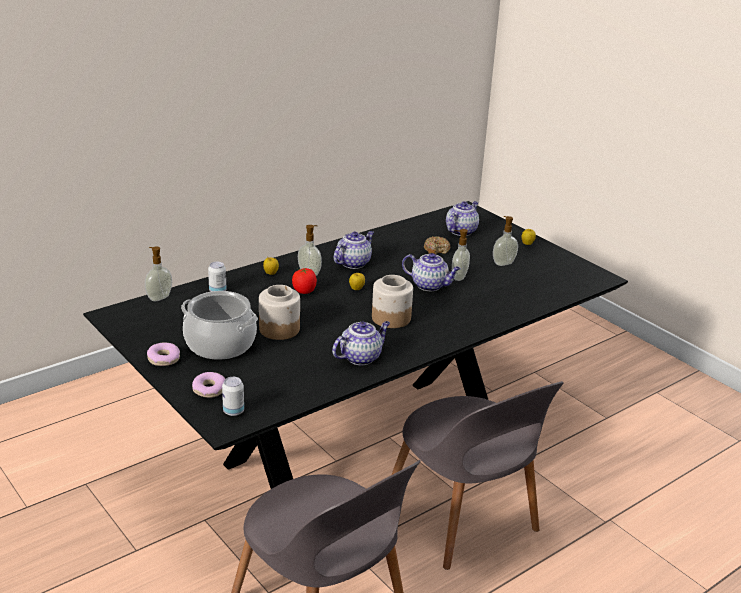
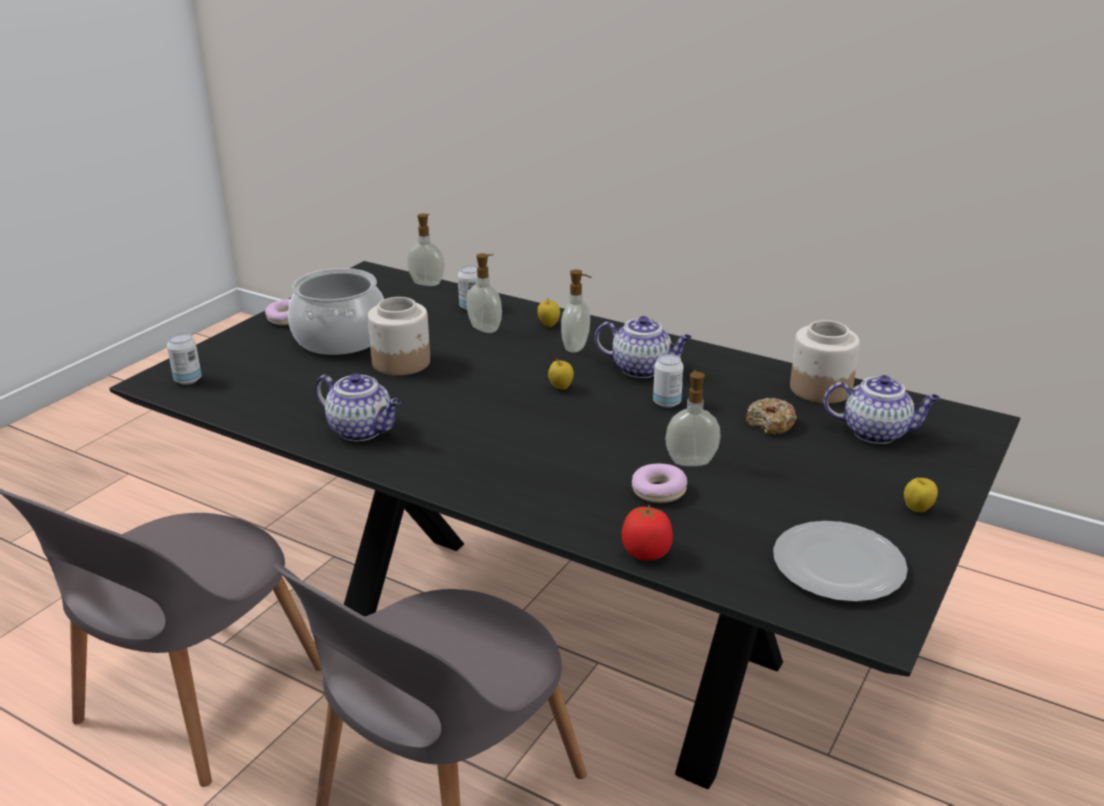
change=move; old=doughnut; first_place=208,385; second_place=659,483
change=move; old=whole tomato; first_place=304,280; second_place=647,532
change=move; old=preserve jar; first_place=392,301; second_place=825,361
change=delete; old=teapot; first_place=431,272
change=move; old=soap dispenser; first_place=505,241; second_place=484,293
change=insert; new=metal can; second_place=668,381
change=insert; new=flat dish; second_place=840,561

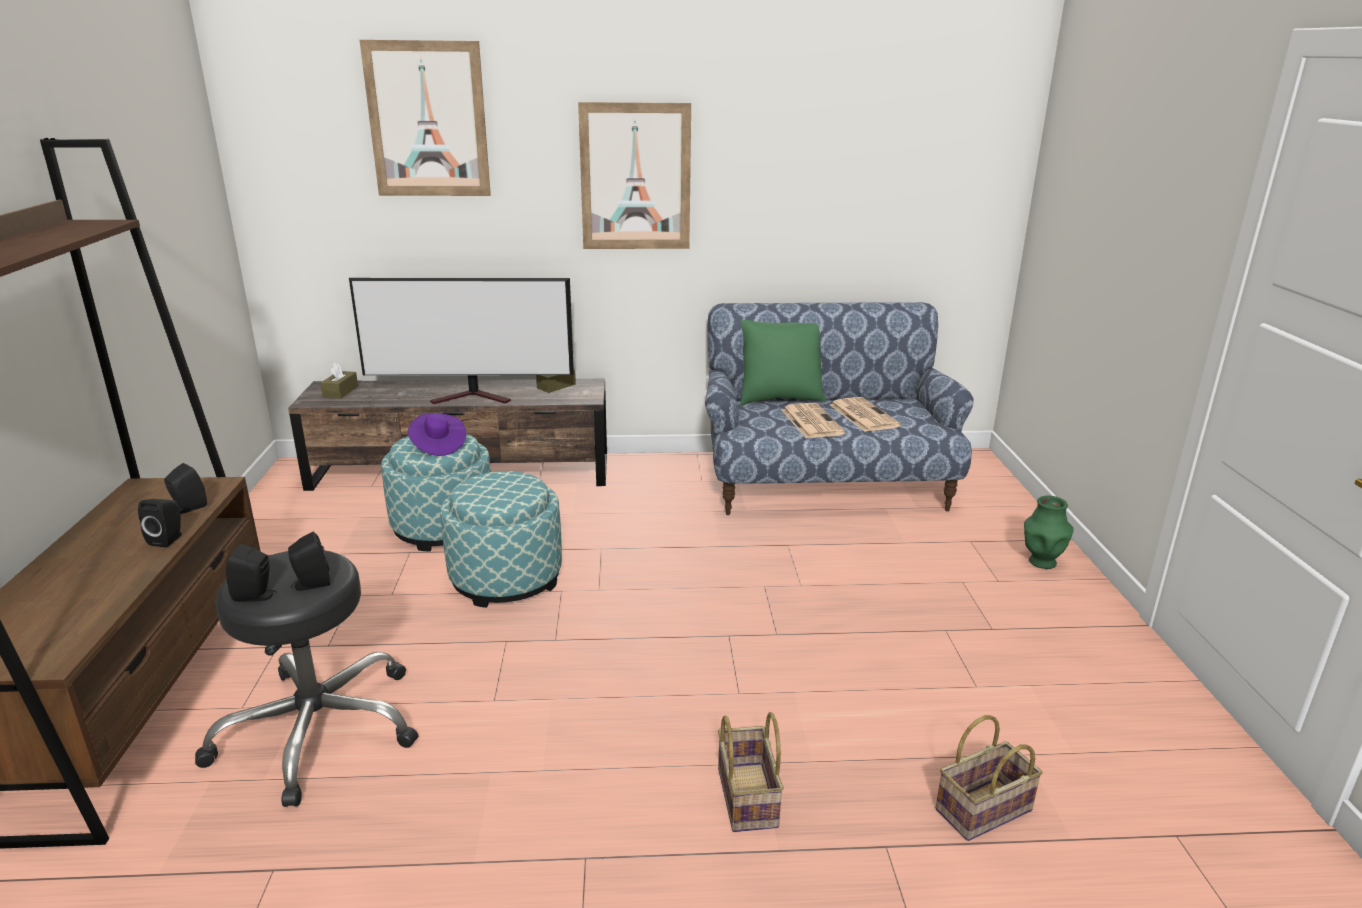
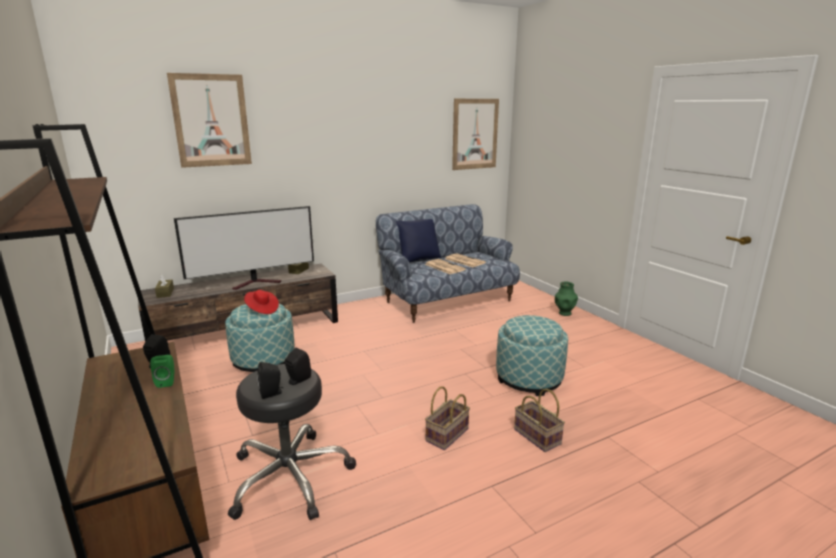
change=recolor; old=black-coloured audio speaker; new=greenish audio speaker; first_place=160,523; second_place=162,371
change=recolor; old=purple hat; new=reddish hat; first_place=437,434; second_place=261,302
change=move; old=footrest; first_place=501,539; second_place=532,355
change=move; old=wall art; first_place=634,175; second_place=475,134
change=recolor; old=greenish cushion; new=blue-coloured cushion; first_place=783,362; second_place=418,241
change=move; old=storage basket; first_place=989,778; second_place=447,418

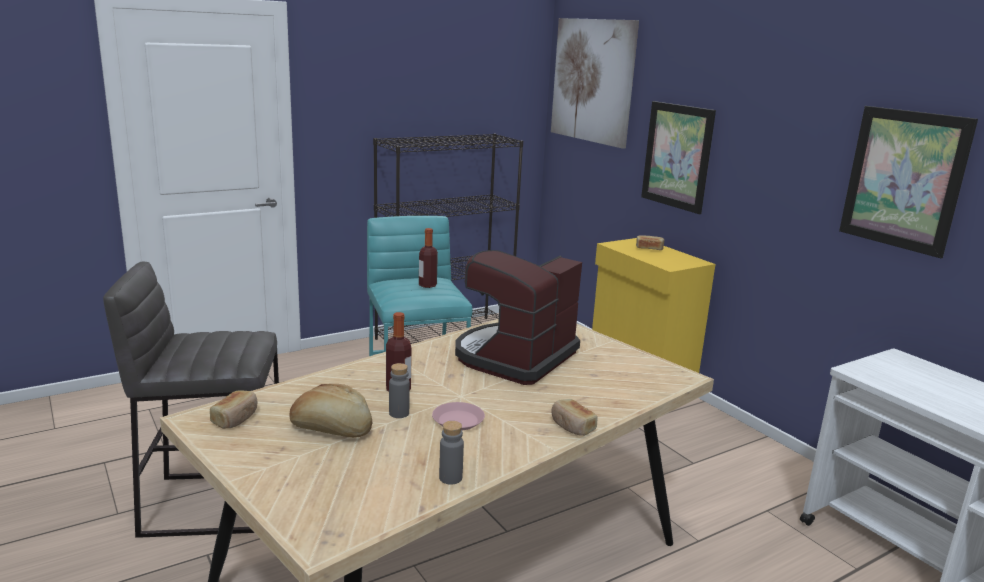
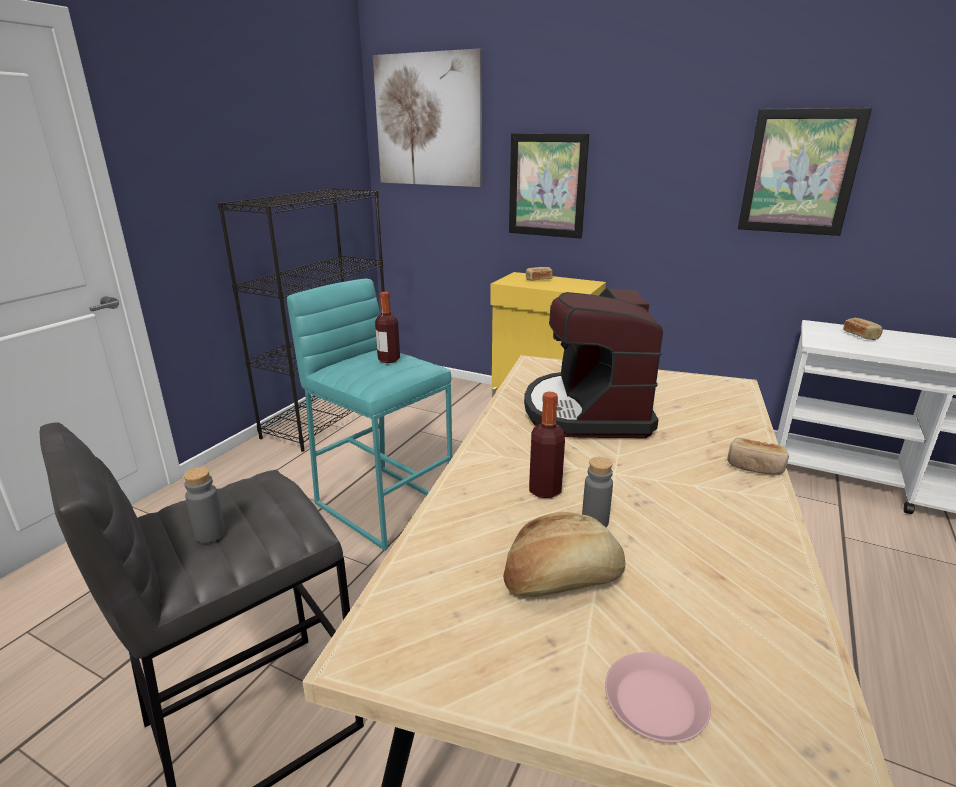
change=move; old=bread; first_place=234,410; second_place=863,329
change=move; old=pink-coloured flat dish; first_place=458,416; second_place=658,697
change=move; old=gray drink bottle; first_place=451,453; second_place=204,505

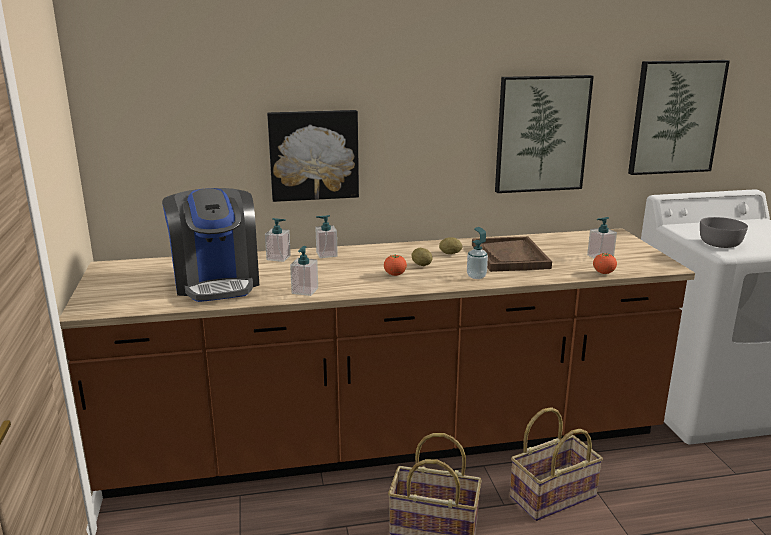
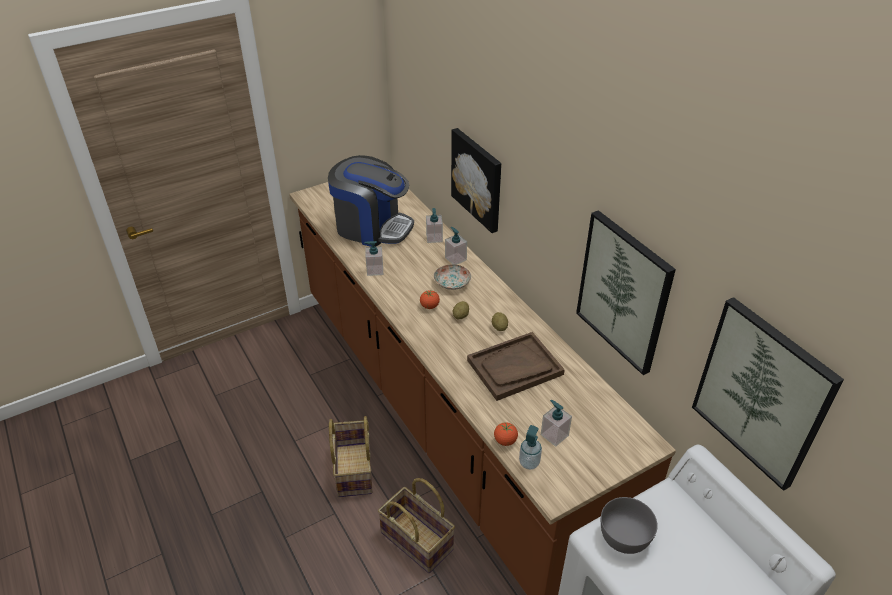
change=rotate; old=coffee maker; first_place=210,245; second_place=371,201; degrees=-120
change=move; old=soap dispenser; first_place=477,253; second_place=530,447
change=insert; new=flat dish; second_place=452,277

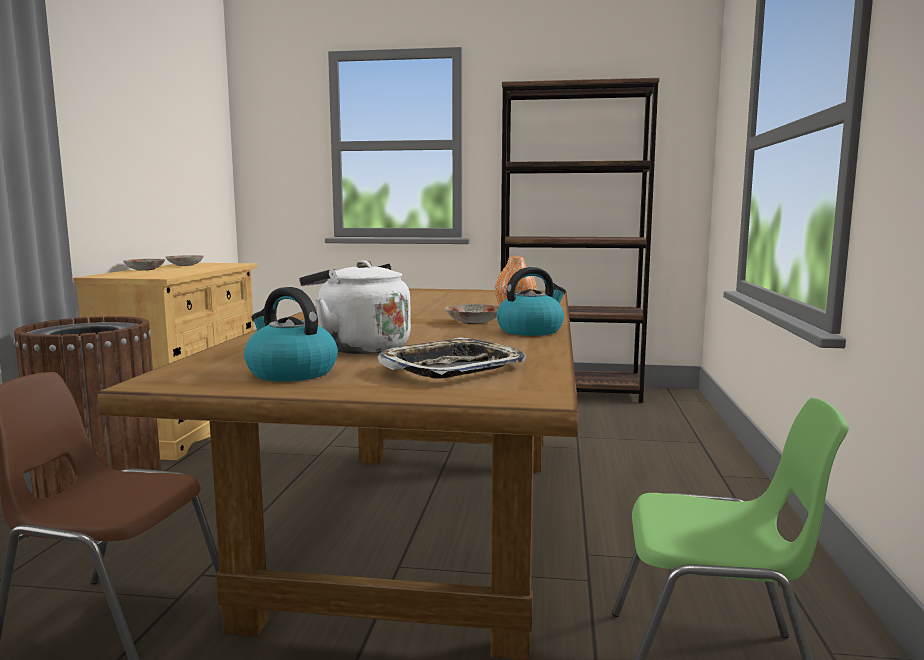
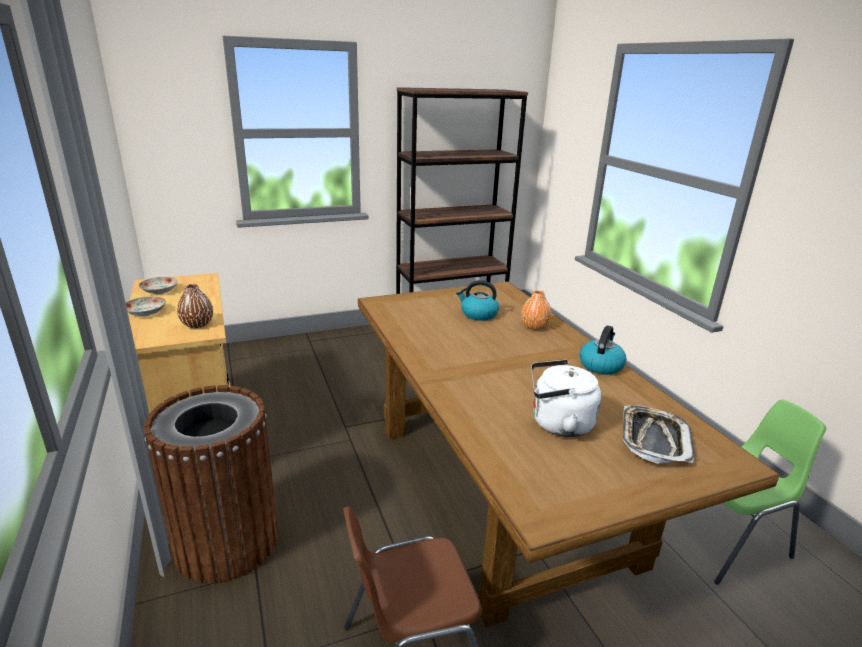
change=move; old=water kettle; first_place=291,334; second_place=477,300
change=delete; old=flat dish; first_place=472,314
change=insert; new=brownish decorative vase; second_place=195,306

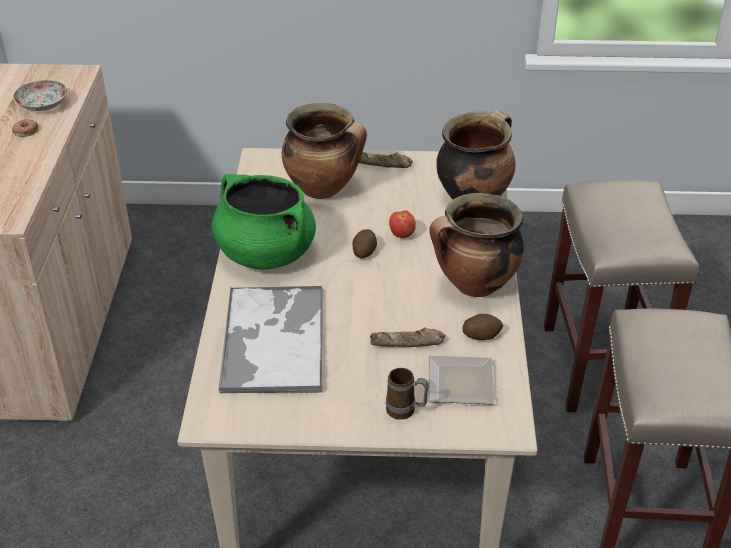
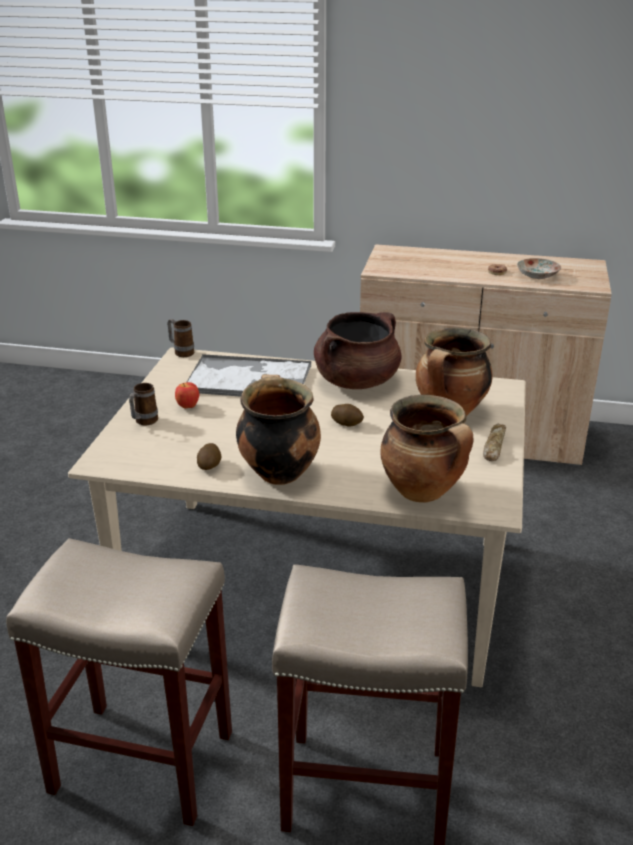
change=recolor; old=greenish saucepot; new=brownish saucepot; first_place=264,222; second_place=357,350
change=delete; old=bread; first_place=408,337
change=move; old=apple; first_place=402,224; second_place=187,395
change=delete; old=flat dish; first_place=461,380
change=insert; new=coffee mug; second_place=180,338

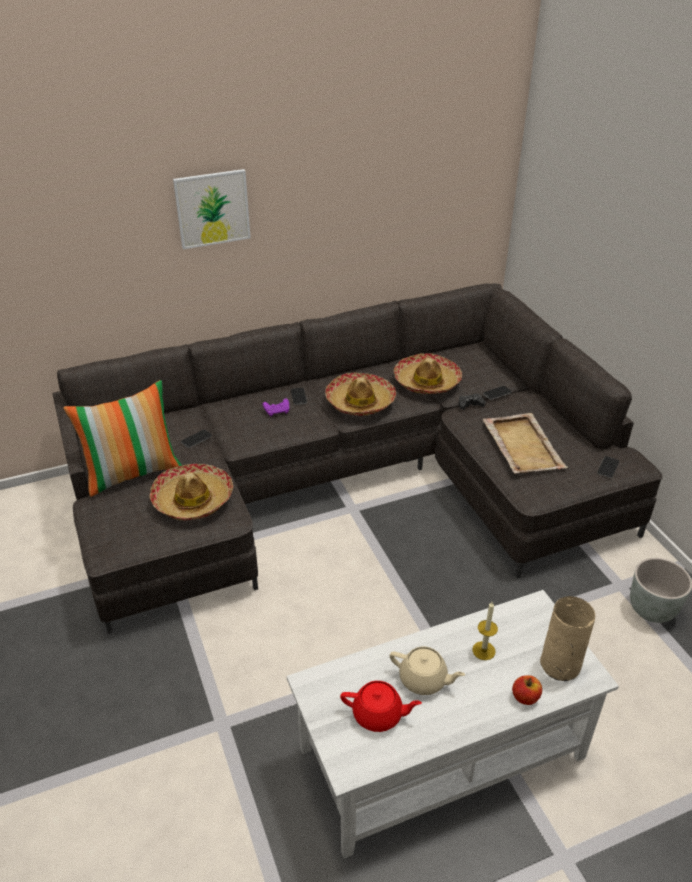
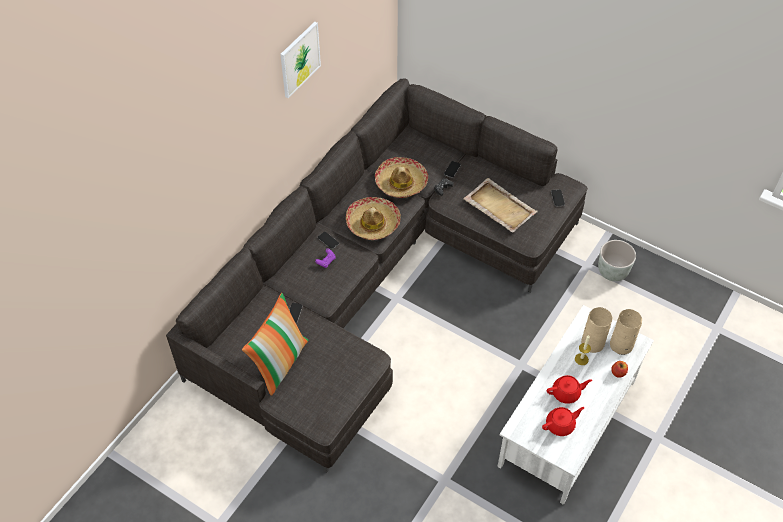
change=delete; old=hat; first_place=191,492
change=move; old=wall art; first_place=212,209; second_place=300,60
change=recolor; old=beige-coloured teapot; new=reddish teapot; first_place=427,671; second_place=569,389
change=insert; new=beige-coloured decorative vase; second_place=597,330

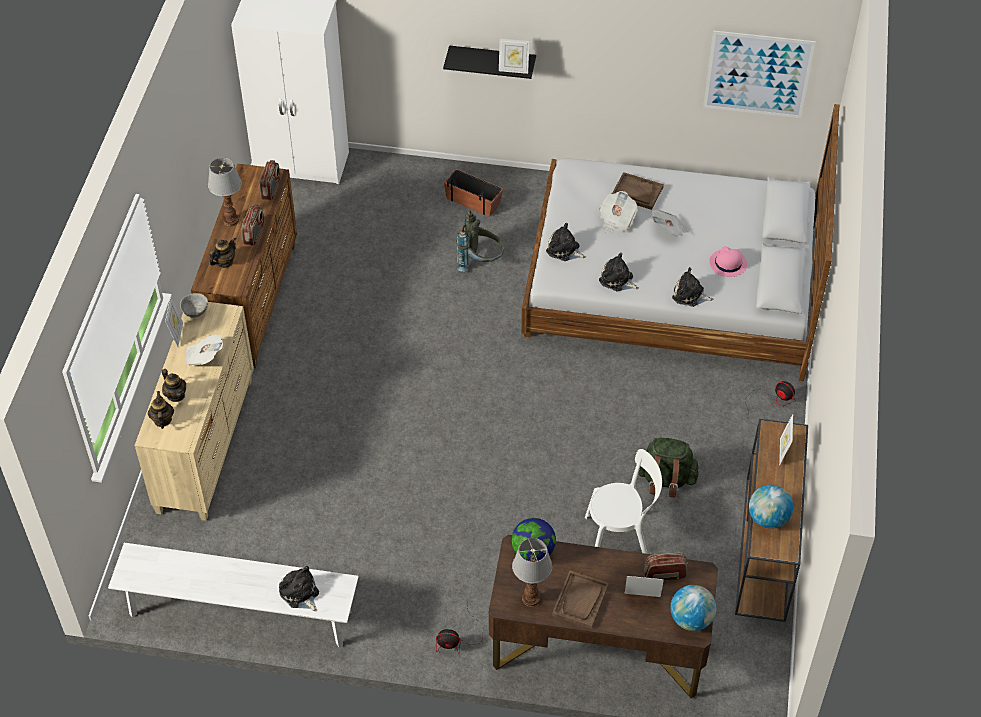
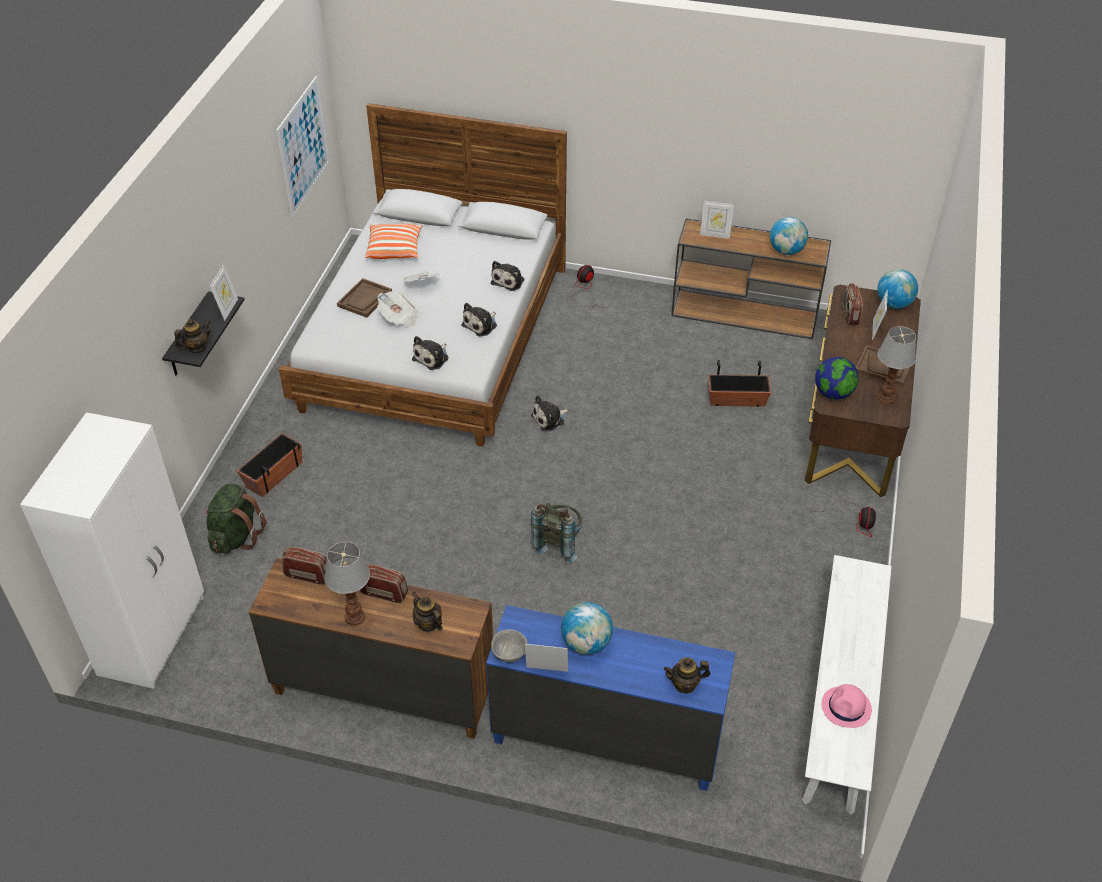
change=recolor; old=beige-coloured chest of drawers; new=blue-coloured chest of drawers; first_place=194,411; second_place=610,698
change=move; old=teapot; first_place=174,385; second_place=192,336
change=replace; old=printed paper; new=globe; first_place=204,350; second_place=587,628
change=move; old=soft toy; first_place=299,588; second_place=550,413
change=move; old=gray backpack; first_place=480,241; second_place=556,533
change=replace; old=white chair; new=plant pot; first_place=623,501; second_place=739,383
change=move; old=greenish backpack; first_place=668,467; second_place=236,519
change=move; old=pink-coloured hat; first_place=728,261; second_place=846,706
change=insert; new=cushion; second_place=393,241

